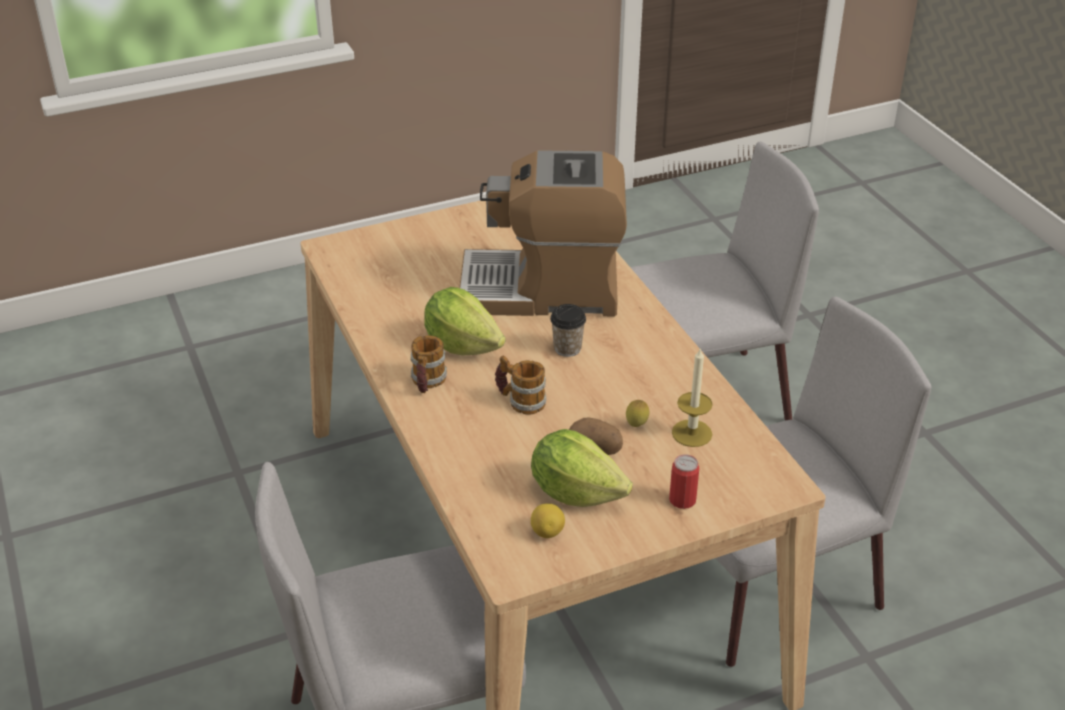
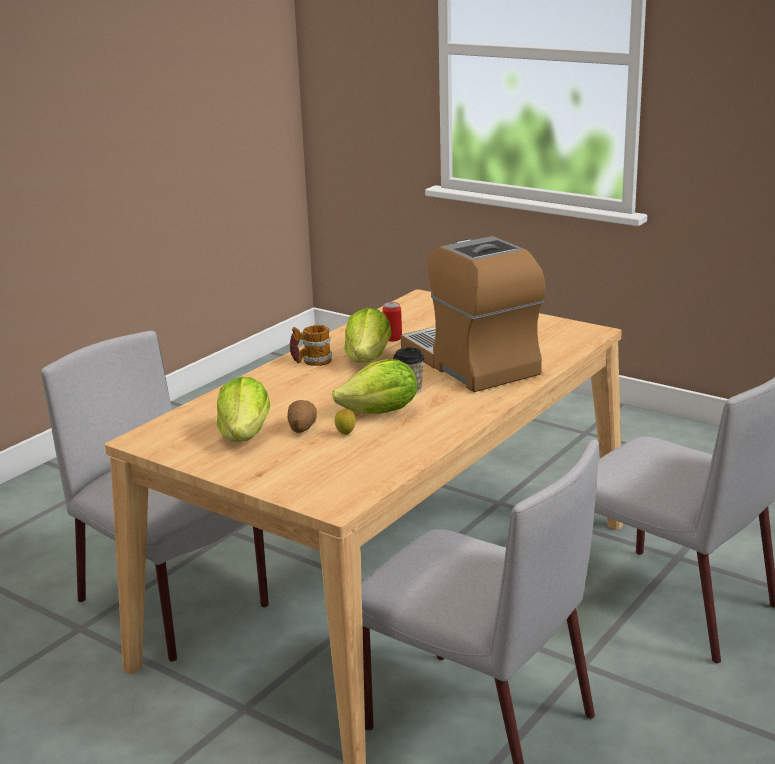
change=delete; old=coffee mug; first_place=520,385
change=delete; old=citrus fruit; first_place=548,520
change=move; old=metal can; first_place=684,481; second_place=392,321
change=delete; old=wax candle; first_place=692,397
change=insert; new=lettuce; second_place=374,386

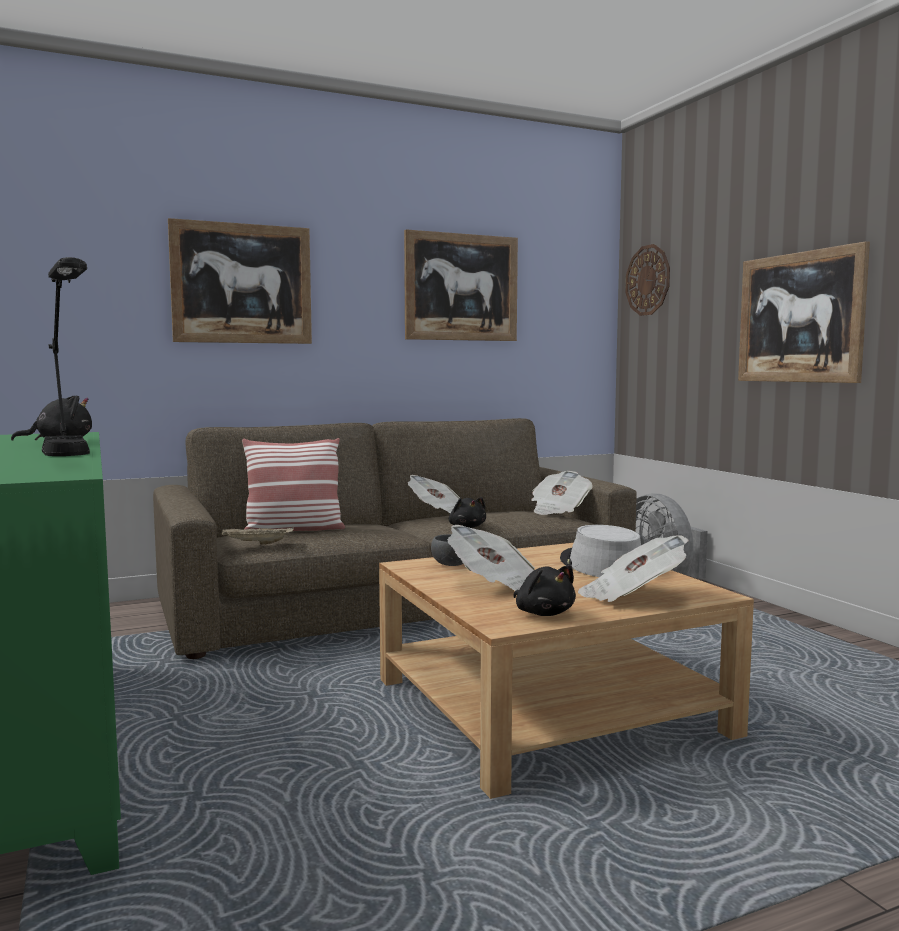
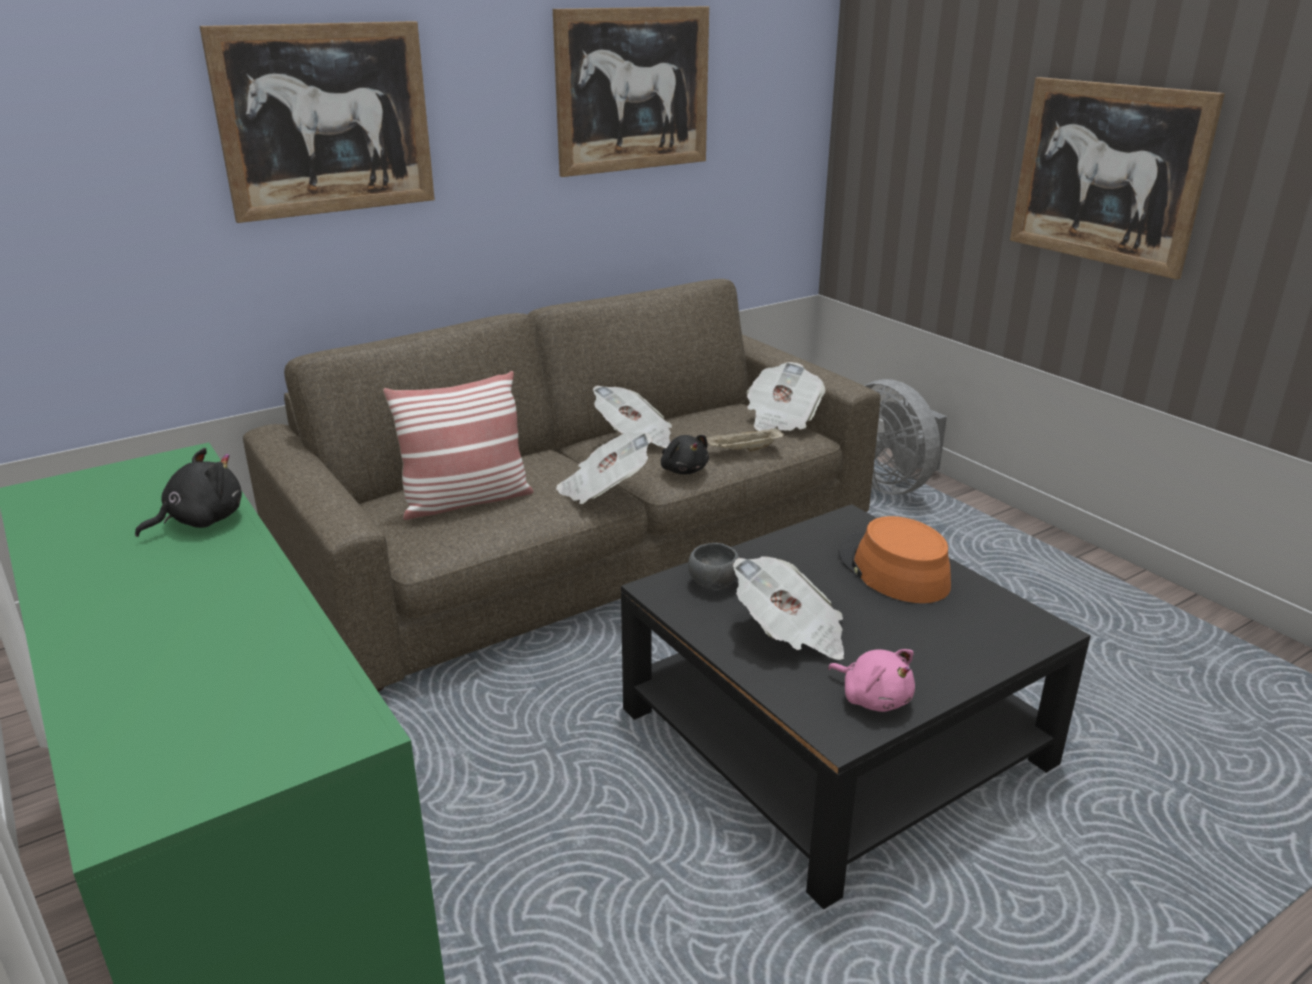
change=delete; old=black-coloured tabletop lamp; first_place=66,356
change=move; old=beige-coloured carrying tray; first_place=258,535; second_place=745,439
change=recolor; old=beige-coloured coffee table; new=black-coloured coffee table; first_place=566,671; second_place=856,706
change=recolor; old=black-coloured soft toy; new=pink-coloured soft toy; first_place=544,590; second_place=871,680
change=recolor; old=gray hat; new=orange hat; first_place=600,551; second_place=895,559
change=move; old=printed paper; first_place=633,568; second_place=604,468
change=delete; old=wall clock; first_place=647,280

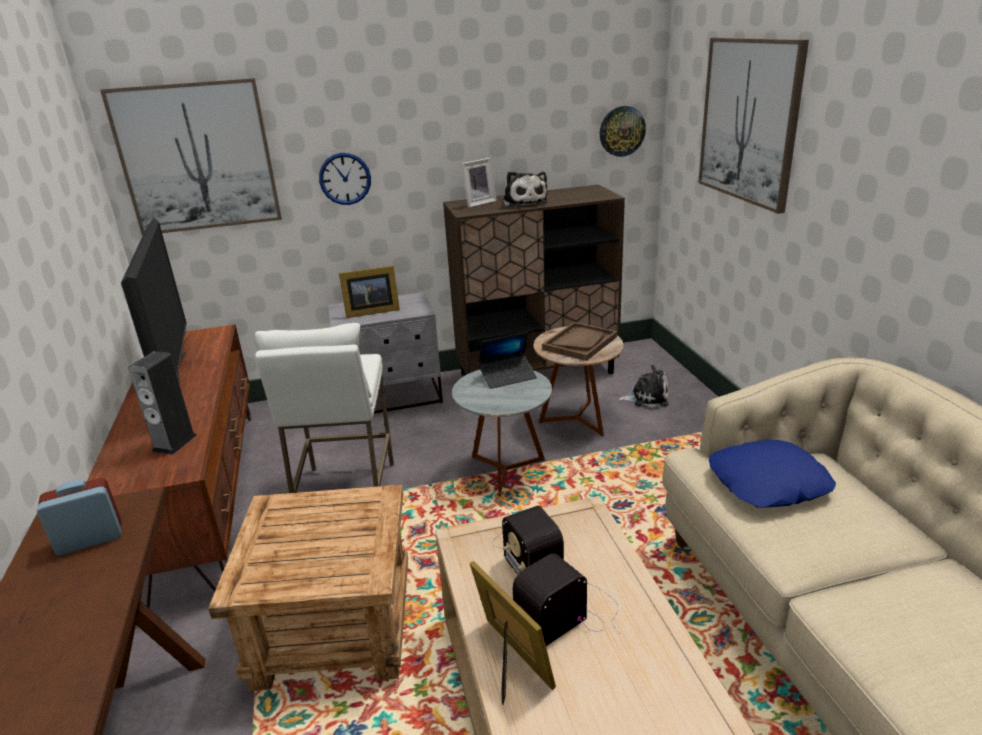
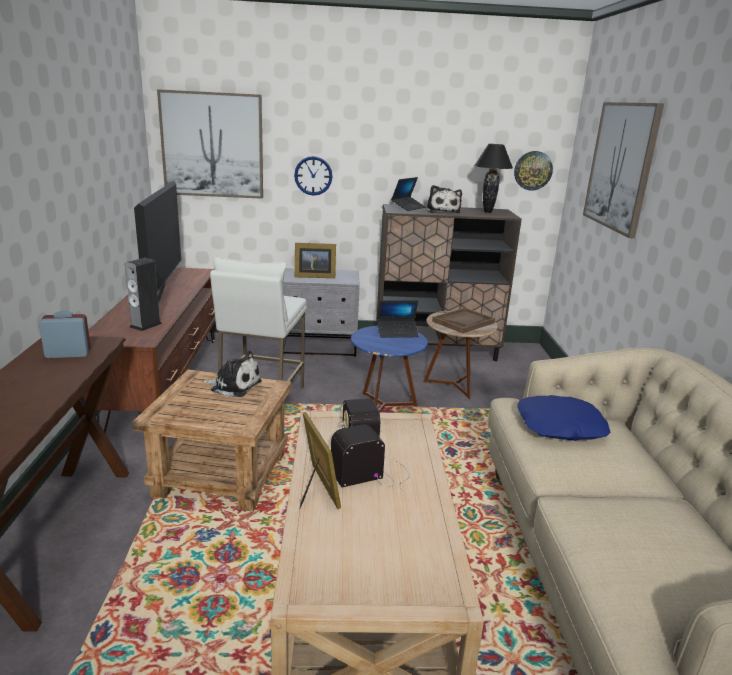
change=recolor; old=gray end table; new=blue-coloured end table; first_place=502,433; second_place=389,369
change=replace; old=picture frame; new=notebook computer; first_place=479,183; second_place=408,194
change=move; old=soft toy; first_place=643,386; second_place=232,373
change=insert; new=black-coloured tabletop lamp; second_place=493,178

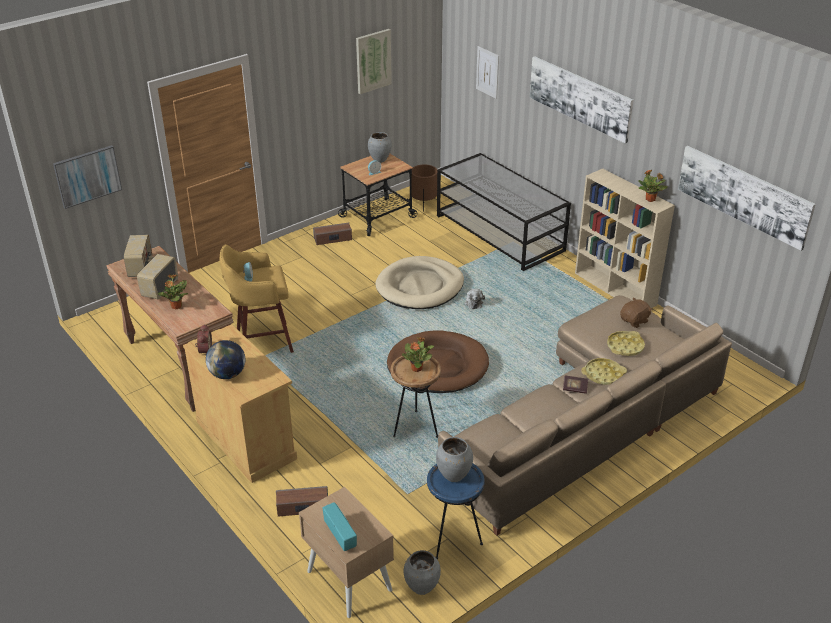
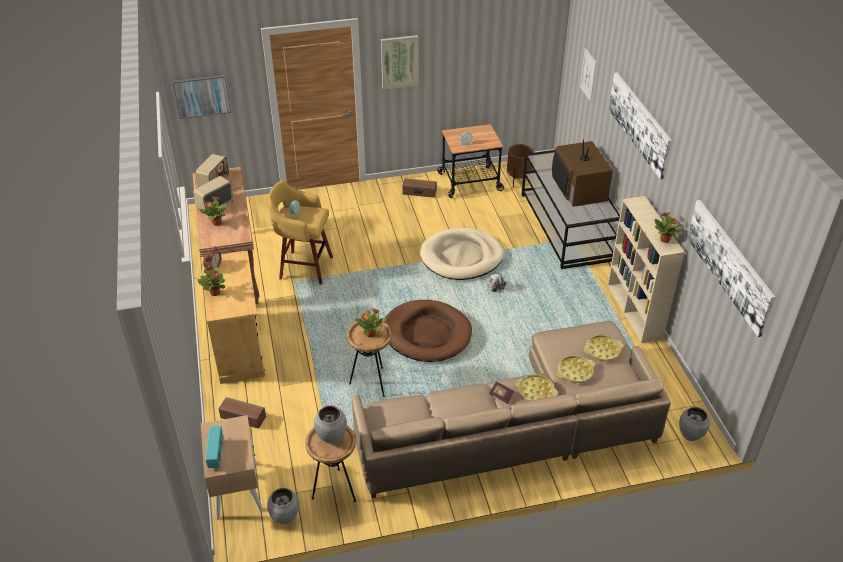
change=replace; old=globe; new=potted plant; first_place=225,359; second_place=211,280
change=move; old=wall art; first_place=374,61; second_place=400,62
change=move; old=gray decorative vase; first_place=380,147; second_place=694,424
change=recolor; old=blue-coloured end table; new=brownish end table; first_place=456,511; second_place=330,464
change=replace; old=brownish soft toy; new=yellow-coloured carrying tray; first_place=636,312; second_place=603,348
change=insert; new=TV set; second_place=582,173

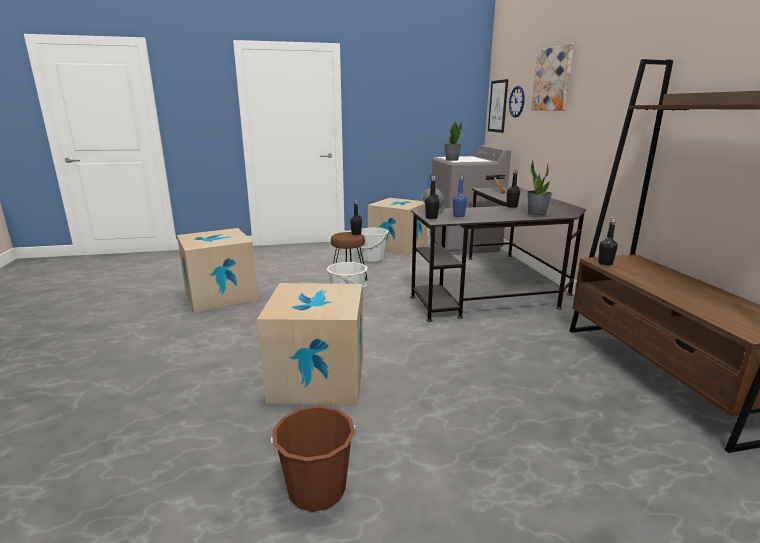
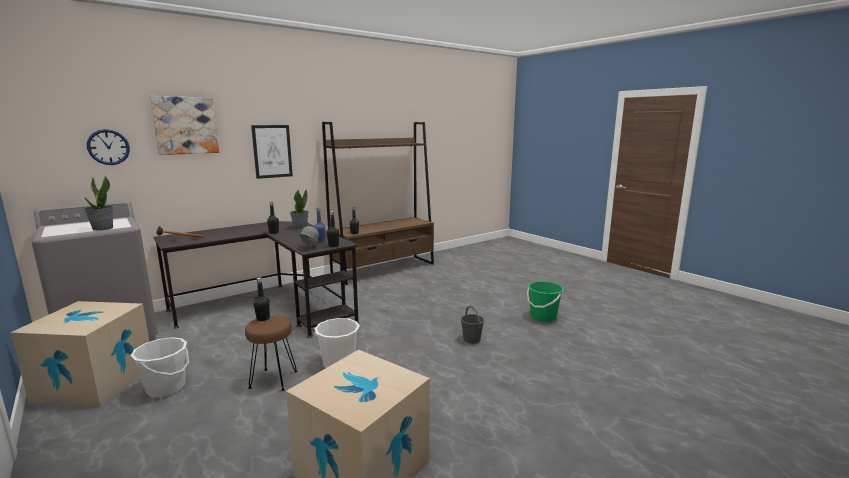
change=replace; old=packing box; new=gray water bucket; first_place=310,344; second_place=472,325
change=recolor; old=brownish water bucket; new=greenish water bucket; first_place=313,459; second_place=545,301
change=move; old=wall art; first_place=498,106; second_place=272,152

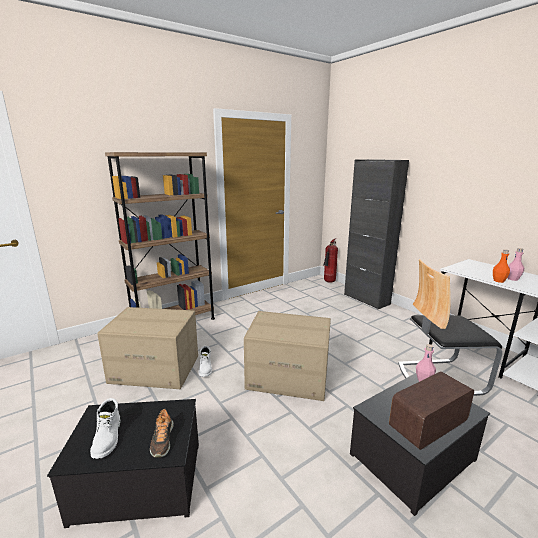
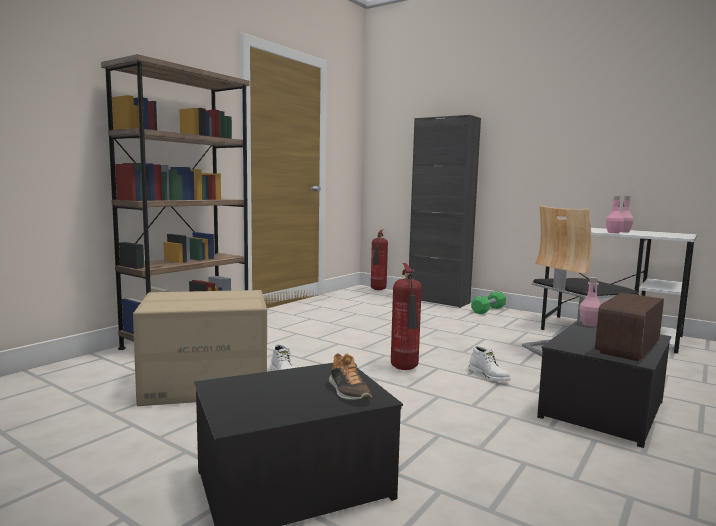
change=move; old=white tall boot; first_place=105,428; second_place=490,363
change=replace; old=packing box; new=fire-fighting cylinder; first_place=287,356; second_place=406,316
change=recolor; old=orange drink bottle; new=pink-coloured drink bottle; first_place=501,266; second_place=615,214
change=insert; new=greenish hand weight; second_place=488,302

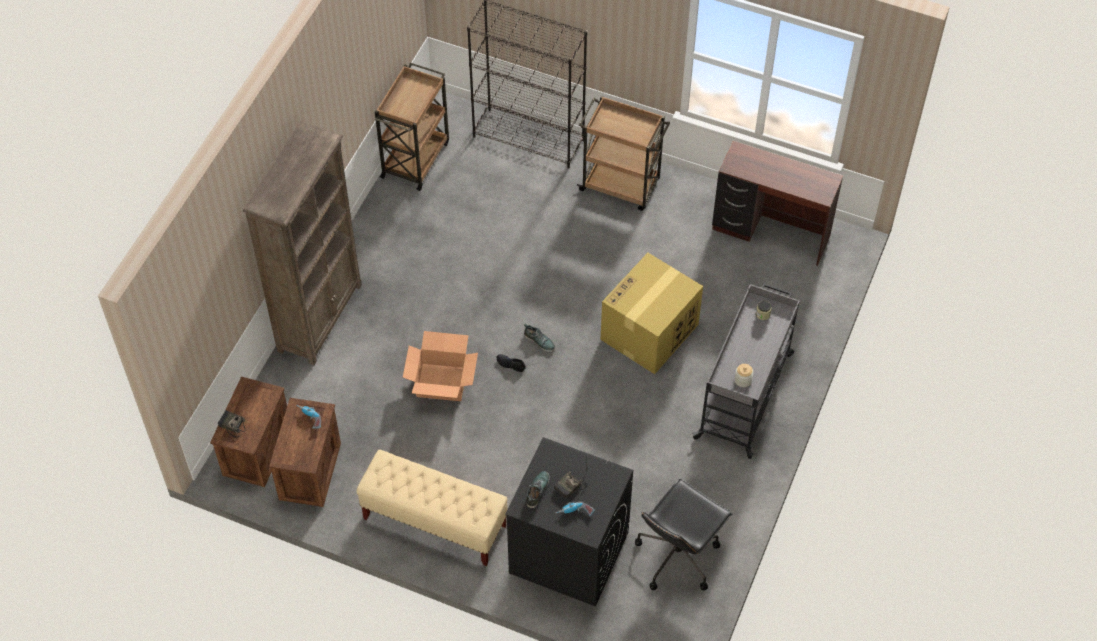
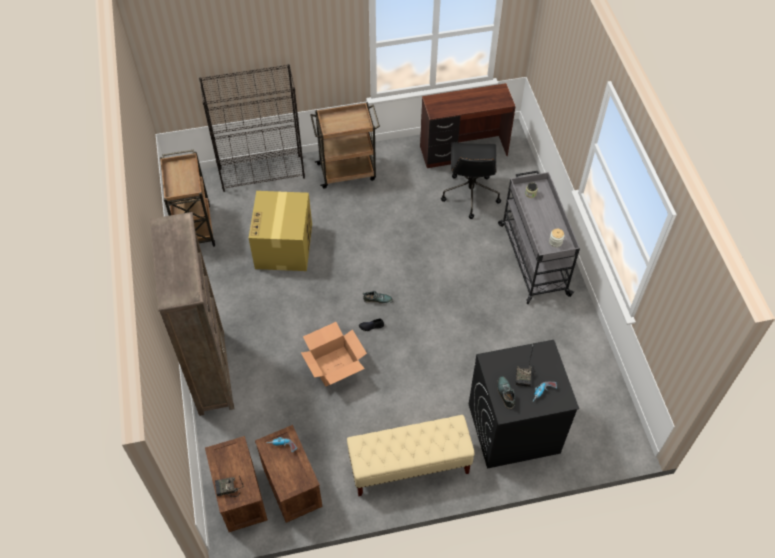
change=move; old=packing box; first_place=651,313; second_place=280,231
change=move; old=black-coloured desk chair; first_place=683,534; second_place=471,180

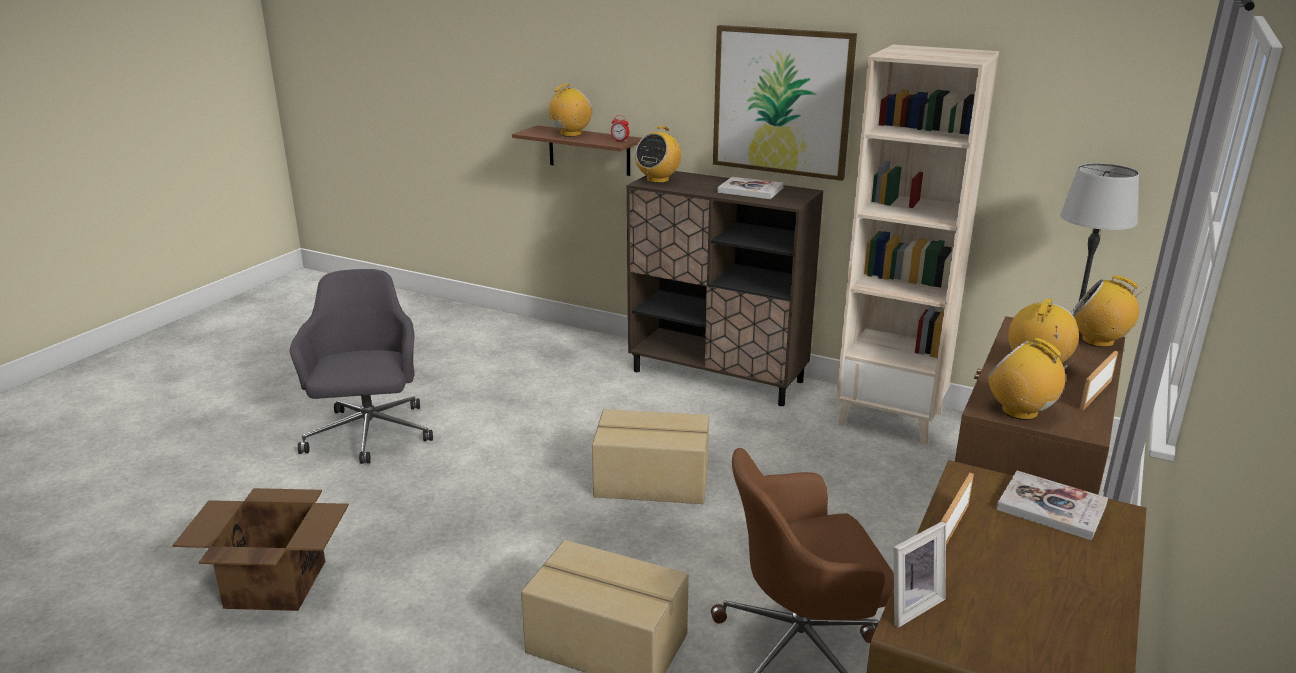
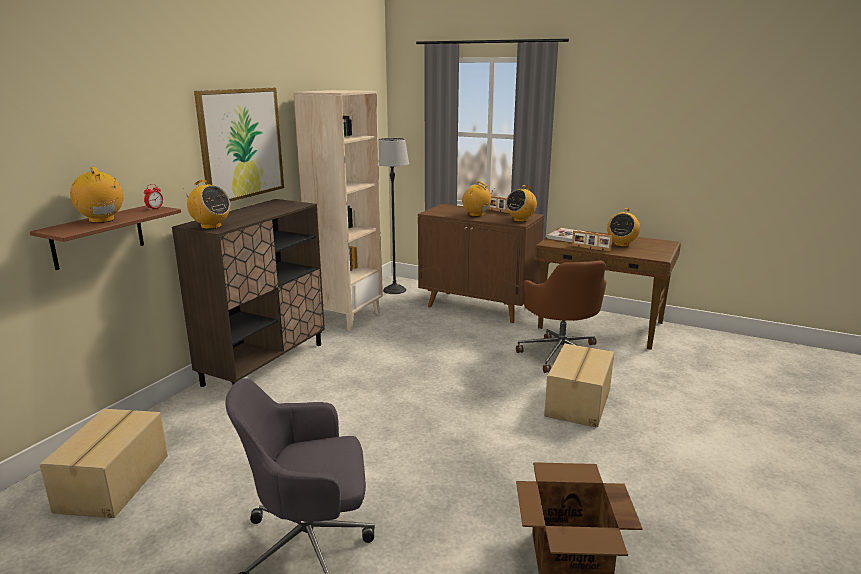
change=move; old=packing box; first_place=651,456; second_place=103,463
change=delete; old=bound book; first_place=750,188
change=delete; old=picture frame; first_place=920,574
change=move; old=radio; first_place=1109,311; second_place=623,227

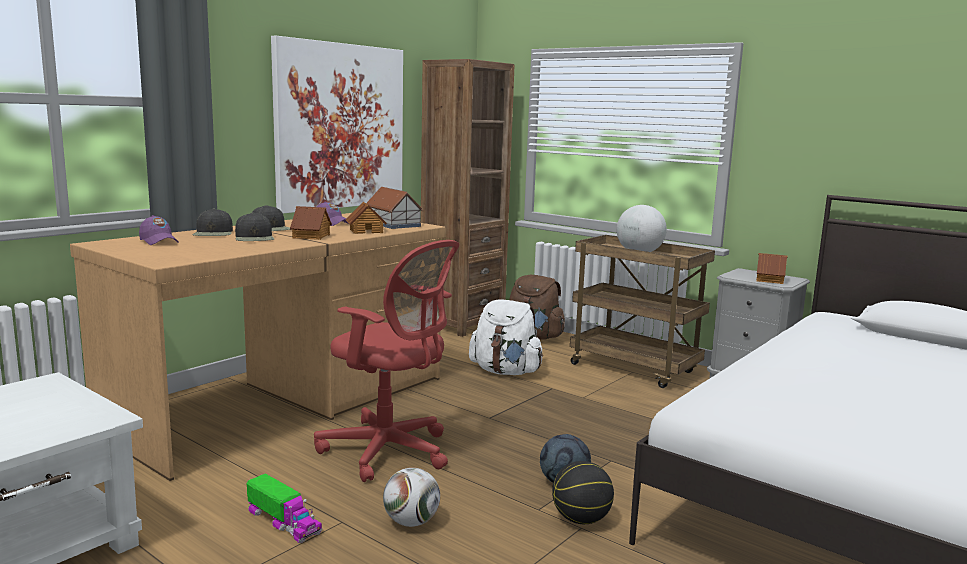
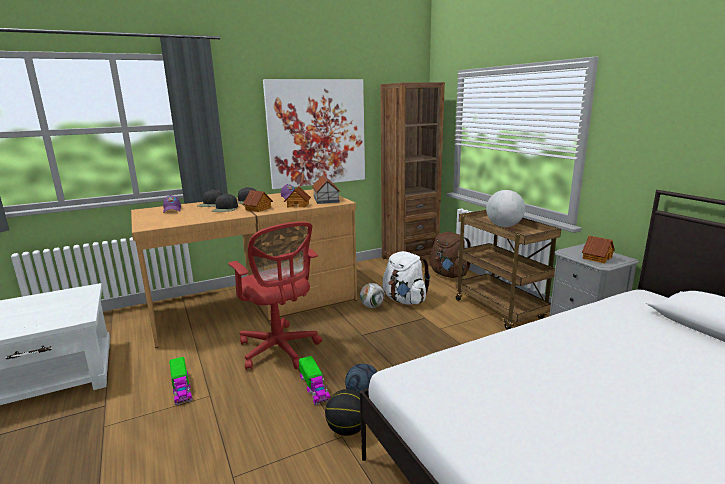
change=move; old=ball for football; first_place=411,497; second_place=372,295
change=insert; new=toy truck; second_place=315,380

